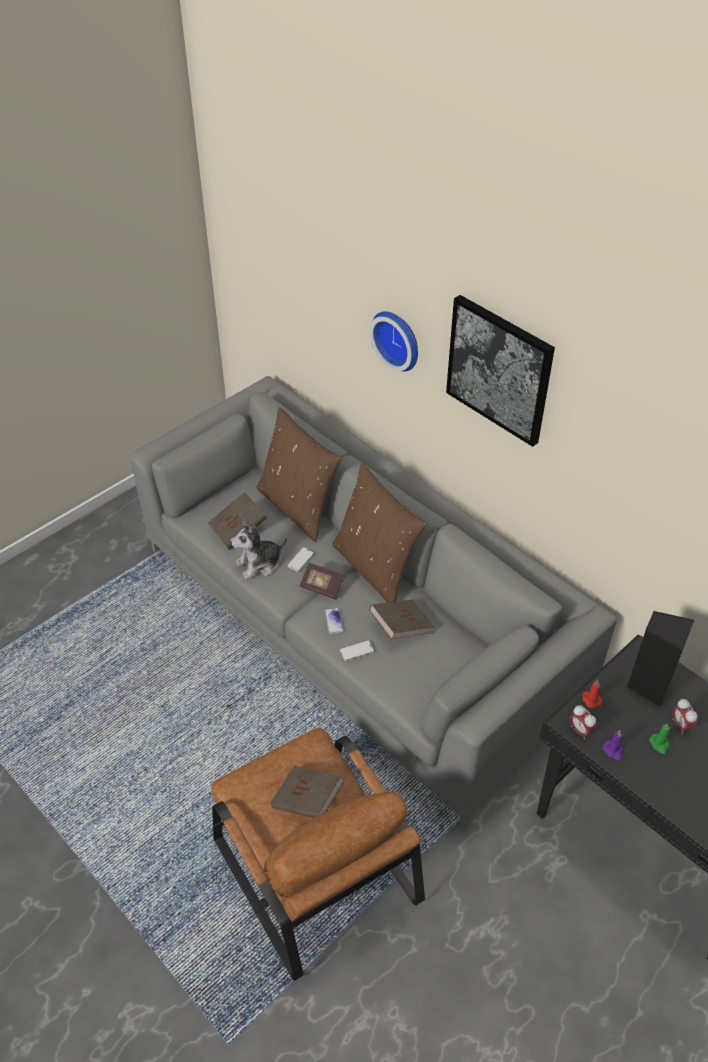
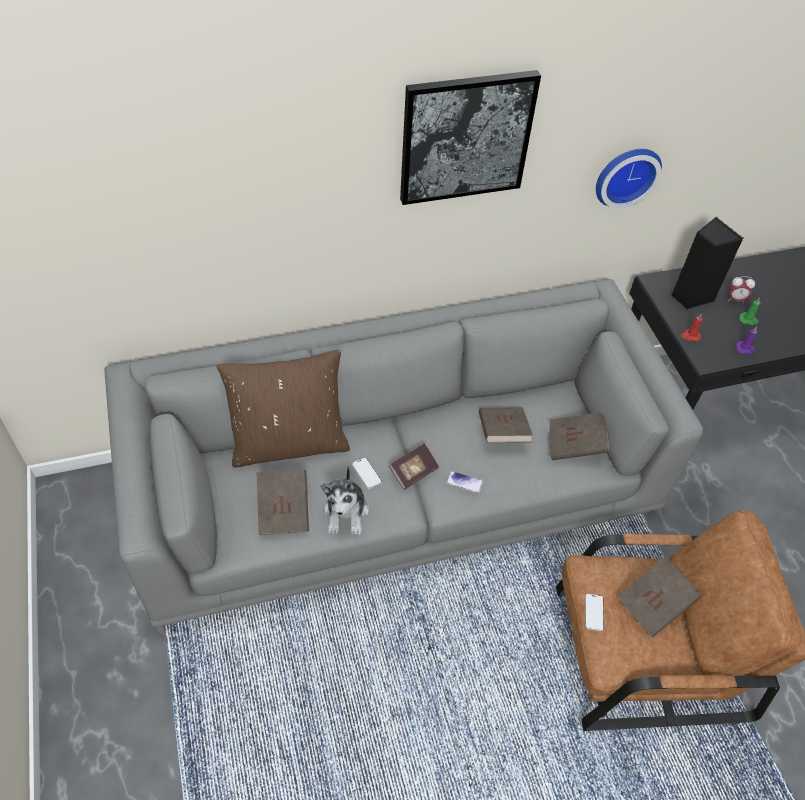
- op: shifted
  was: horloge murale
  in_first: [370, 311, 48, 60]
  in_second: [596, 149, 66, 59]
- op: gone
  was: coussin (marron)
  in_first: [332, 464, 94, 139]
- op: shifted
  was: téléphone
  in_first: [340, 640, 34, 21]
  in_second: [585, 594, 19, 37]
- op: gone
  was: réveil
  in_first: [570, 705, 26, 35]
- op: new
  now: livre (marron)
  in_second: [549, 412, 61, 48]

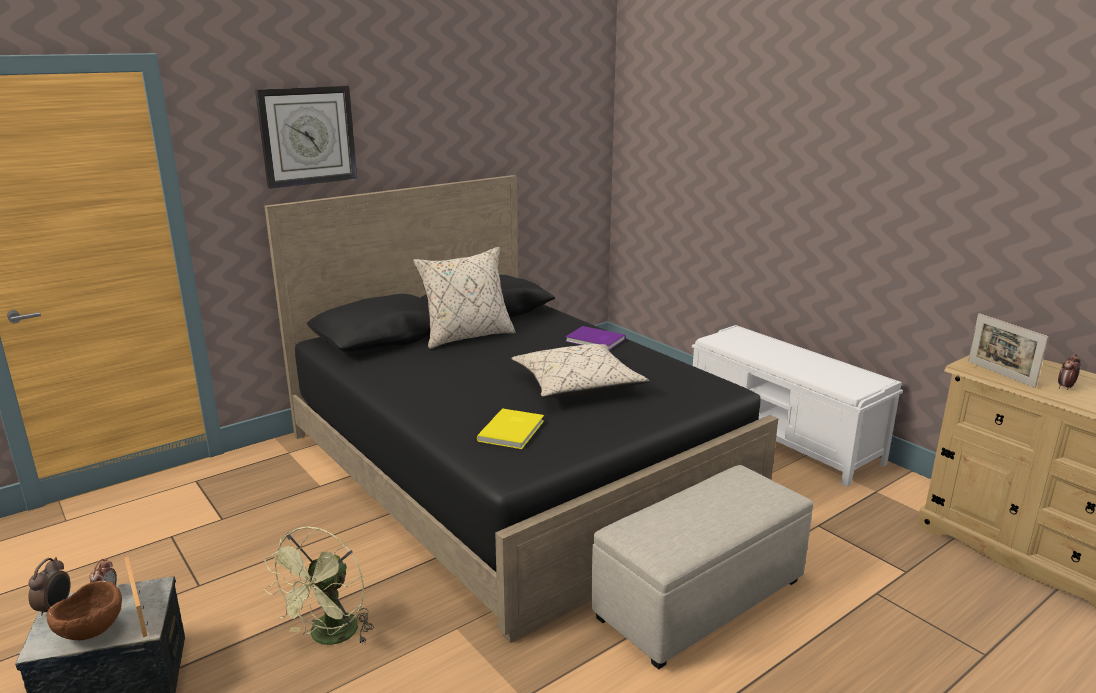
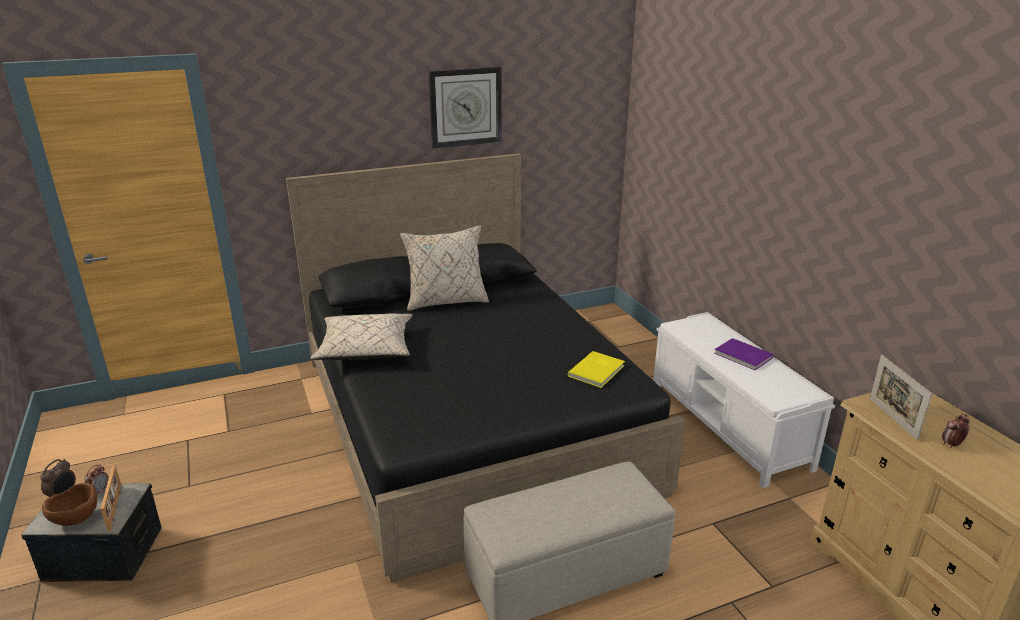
- op: shifted
  was: horloge murale
  in_first: [255, 86, 102, 103]
  in_second: [428, 67, 74, 82]
- op: shifted
  was: livre (violet)
  in_first: [565, 326, 61, 24]
  in_second: [714, 338, 59, 32]
- op: shifted
  was: coussin (beige)
  in_first: [511, 344, 138, 53]
  in_second: [310, 314, 103, 46]
- op: shifted
  was: livre (jaune)
  in_first: [477, 408, 67, 41]
  in_second: [568, 351, 57, 37]
- op: gone
  was: ventilateur (vert)
  in_first: [264, 527, 110, 118]

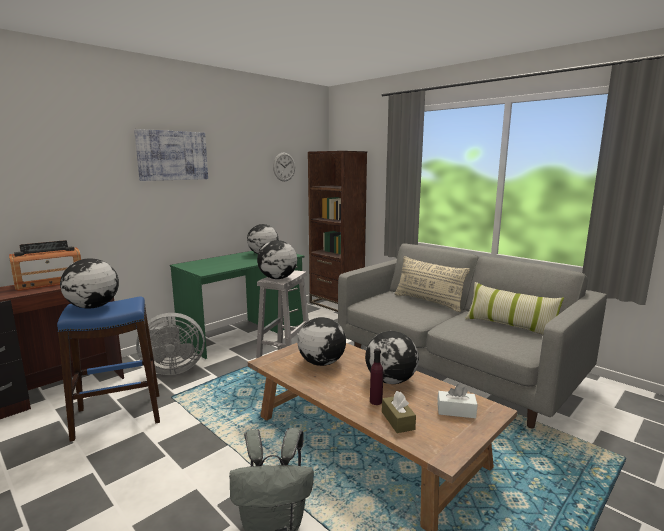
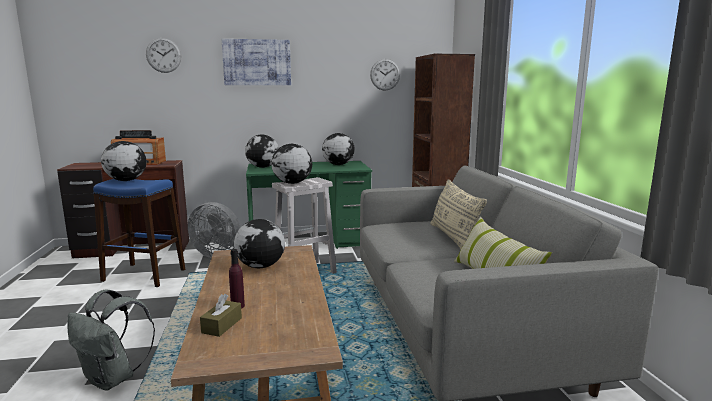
- op: shifted
  was: globe
  in_first: [365, 331, 54, 53]
  in_second: [245, 134, 34, 34]
- op: gone
  was: boîte à mouchoirs (blanc)
  in_first: [438, 384, 39, 34]
- op: new
  now: horloge murale
  in_second: [146, 38, 35, 35]

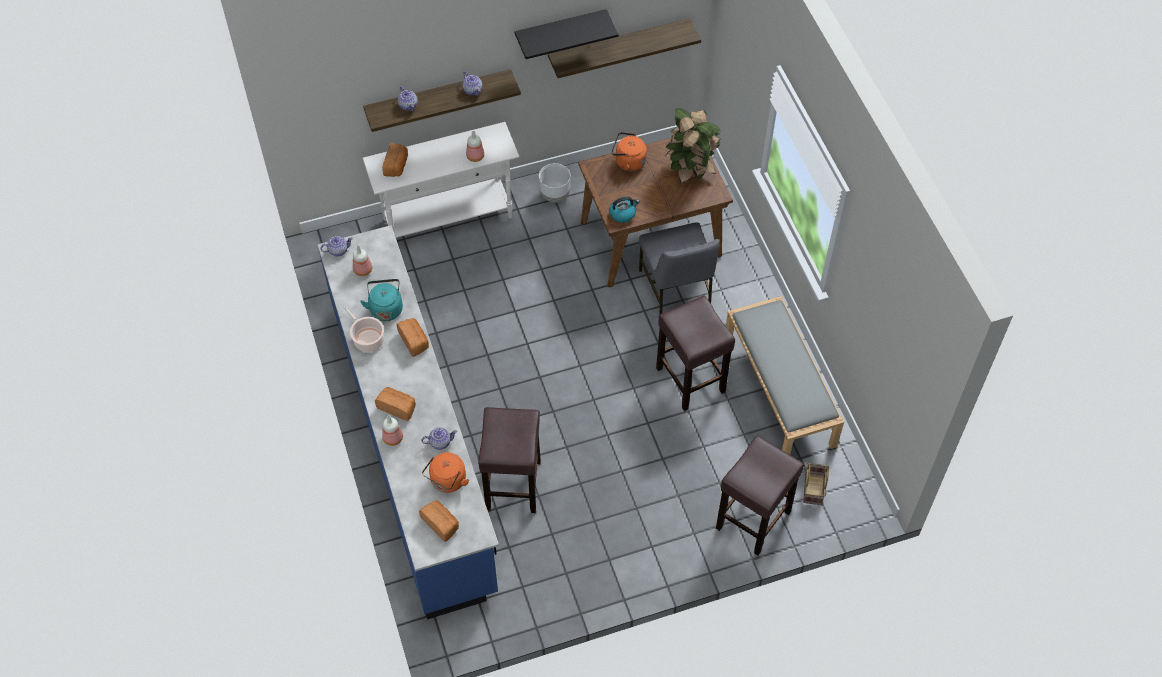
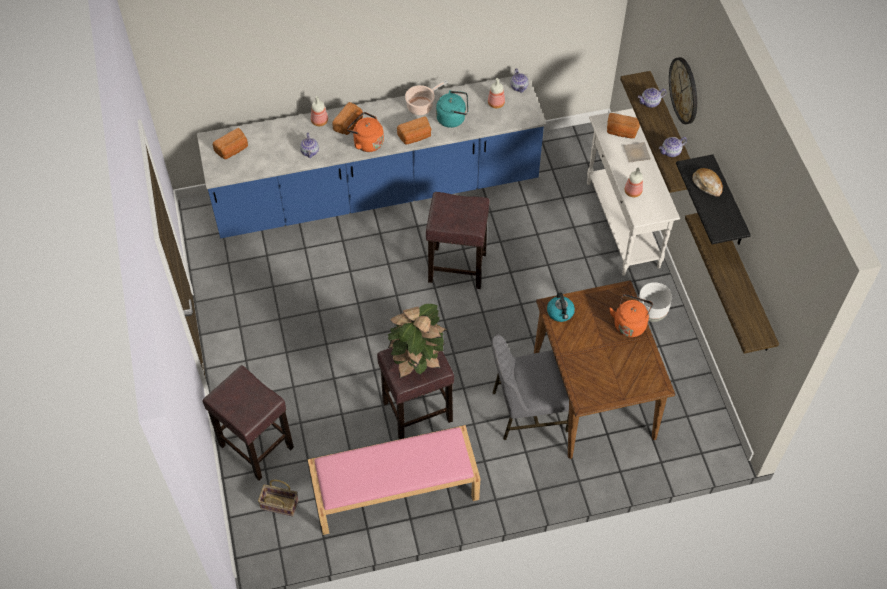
- op: shifted
  was: plante en pot
  in_first: [665, 108, 56, 75]
  in_second: [388, 304, 60, 74]
- op: repainted
  was: banc (gris)
  now: banc (rose)
  in_first: [726, 296, 118, 159]
  in_second: [308, 425, 172, 110]
- op: shifted
  was: tabouret (marron)
  in_first: [478, 407, 63, 106]
  in_second: [426, 192, 63, 97]
- op: shifted
  was: bouilloire (orange)
  in_first: [422, 452, 47, 41]
  in_second: [347, 112, 37, 40]
- op: new
  now: horloge murale
  in_second: [669, 57, 28, 67]
- op: new
  now: assiette
  in_second: [623, 142, 28, 21]
- op: new
  now: pain
  in_second: [692, 168, 31, 29]

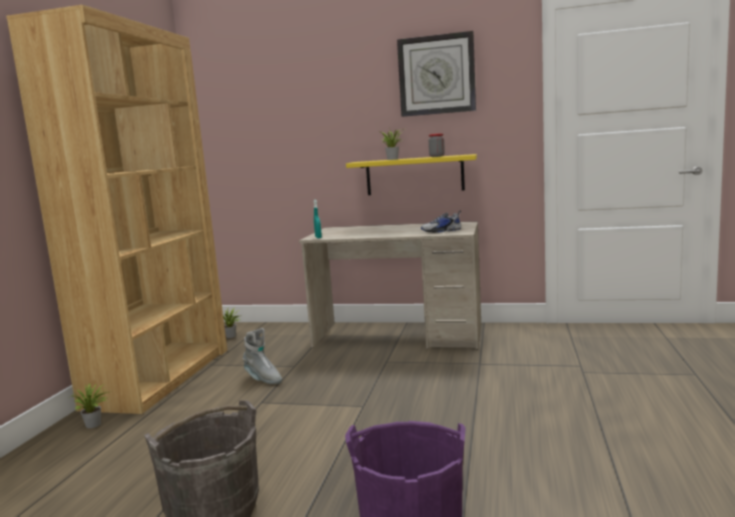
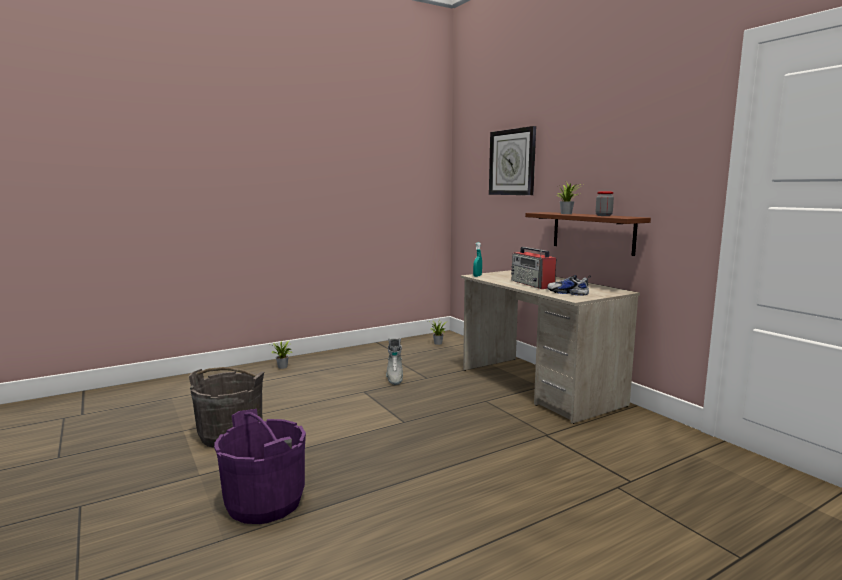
- op: gone
  was: bibliothèque (marron)
  in_first: [6, 5, 221, 409]
- op: shifted
  was: horloge murale
  in_first: [397, 31, 79, 86]
  in_second: [489, 126, 47, 69]
- op: repainted
  was: étagère (jaune)
  now: étagère (marron)
  in_first: [346, 154, 131, 41]
  in_second: [525, 212, 126, 44]
- op: new
  now: radio
  in_second: [511, 247, 45, 42]

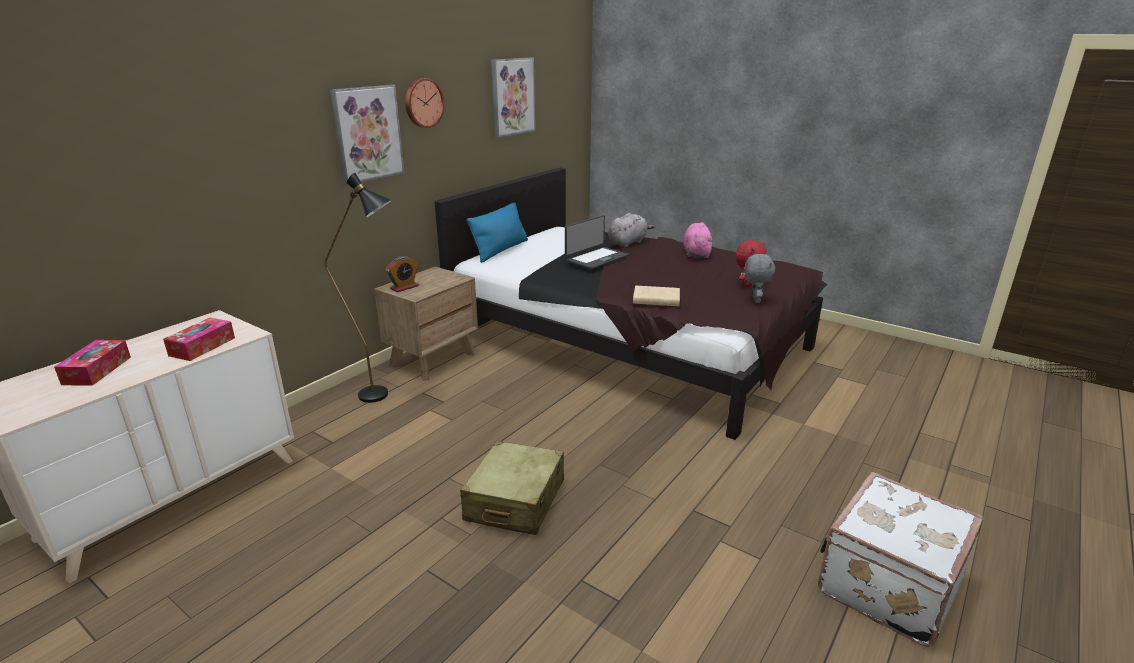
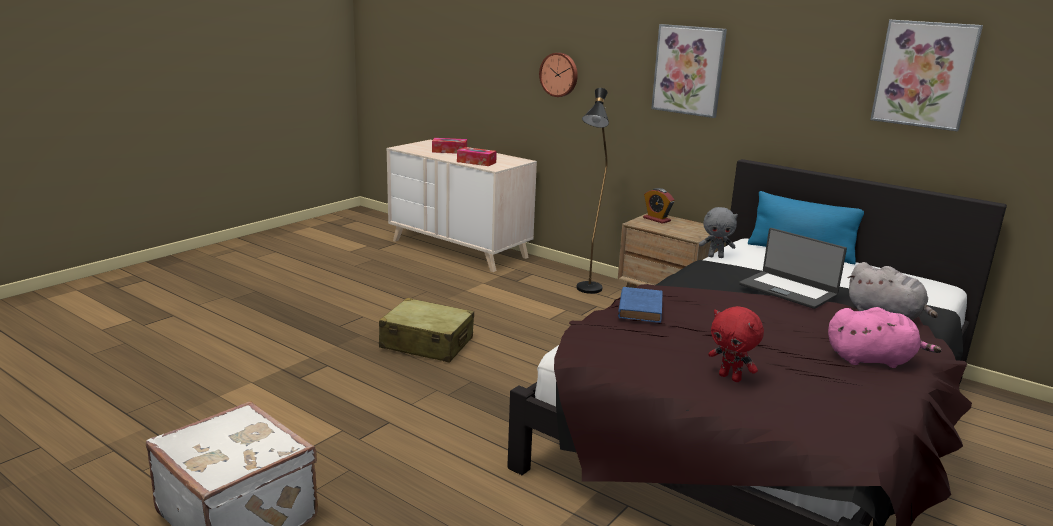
- op: shifted
  was: horloge murale
  in_first: [405, 78, 40, 50]
  in_second: [539, 53, 39, 44]
- op: shifted
  was: peluche (gris)
  in_first: [745, 253, 31, 50]
  in_second: [699, 207, 39, 51]
- op: repainted
  was: livre (beige)
  now: livre (bleu)
  in_first: [633, 286, 47, 20]
  in_second: [618, 287, 44, 36]

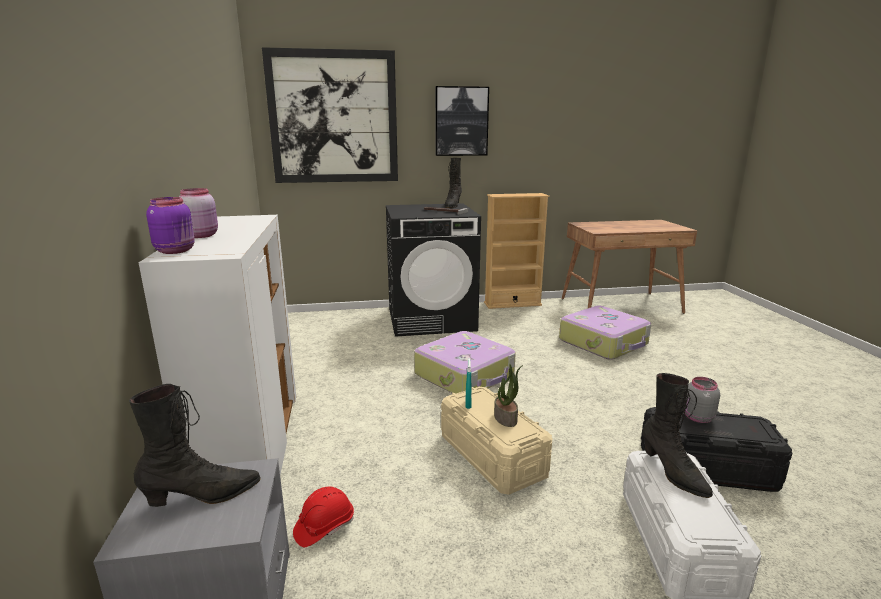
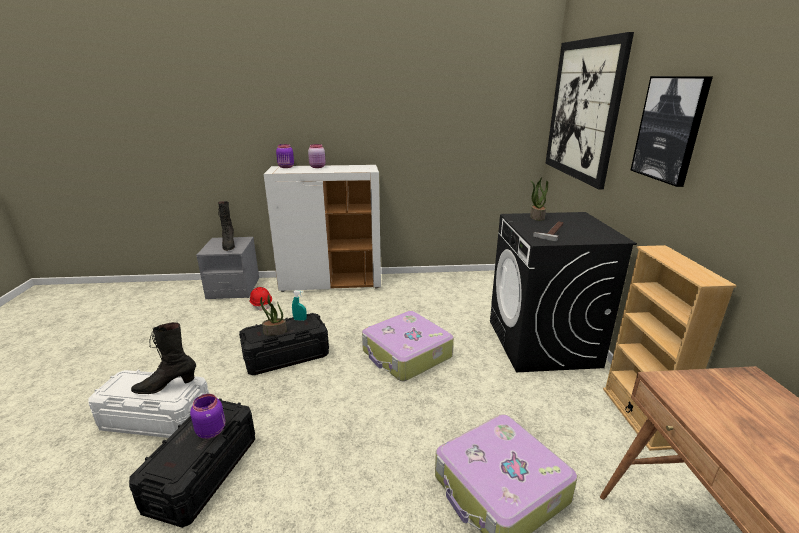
- op: gone
  was: botte (noir)
  in_first: [445, 158, 17, 50]
- op: repainted
  was: bocal (gris)
  now: bocal (violet)
  in_first: [685, 377, 35, 46]
  in_second: [190, 394, 35, 45]
- op: repainted
  was: boîte de rangement (beige)
  now: boîte de rangement (noir)
  in_first: [441, 387, 111, 108]
  in_second: [239, 313, 90, 62]
- op: new
  now: plante en pot
  in_second: [530, 177, 18, 44]

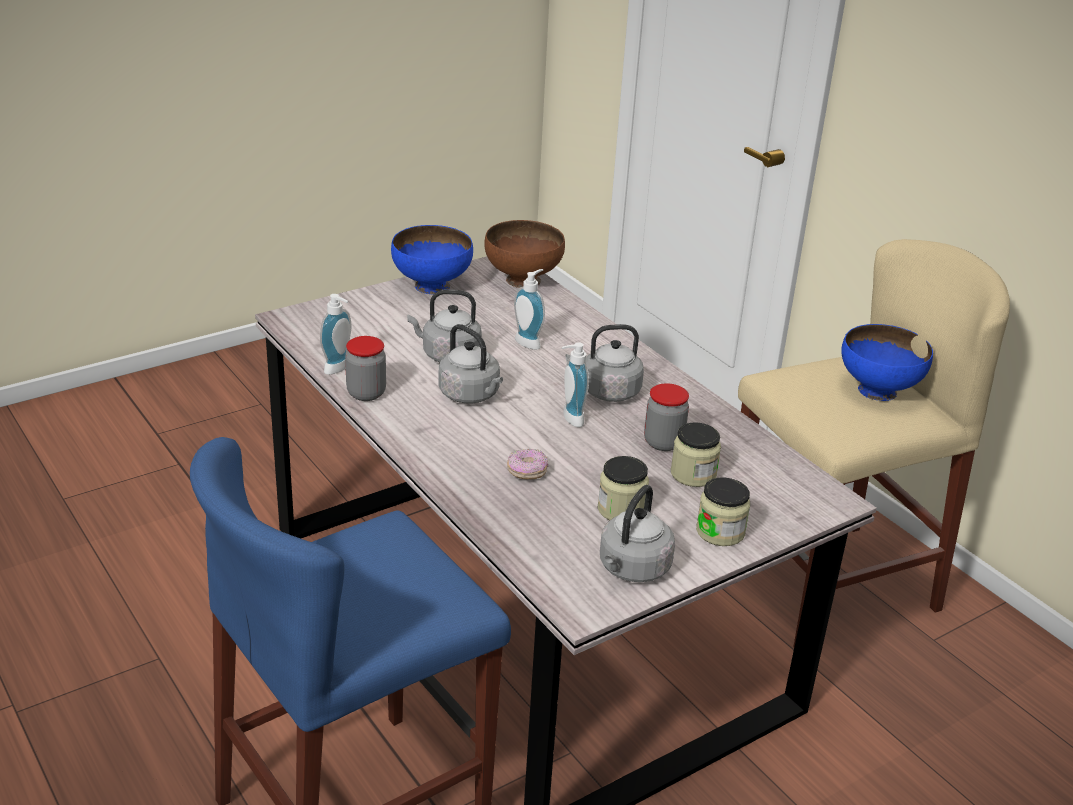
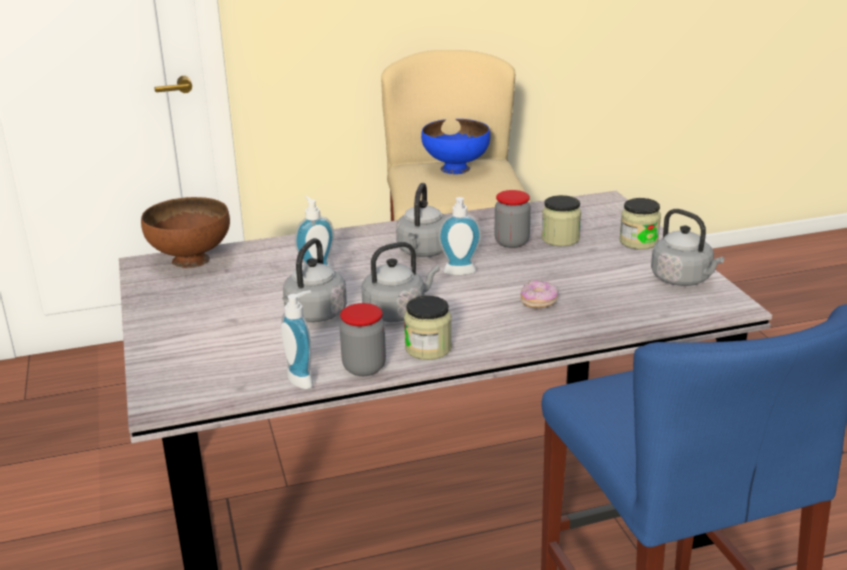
- op: gone
  was: bol (bleu)
  in_first: [391, 225, 82, 69]
- op: shifted
  was: bocal
  in_first: [598, 456, 51, 64]
  in_second: [404, 296, 48, 64]

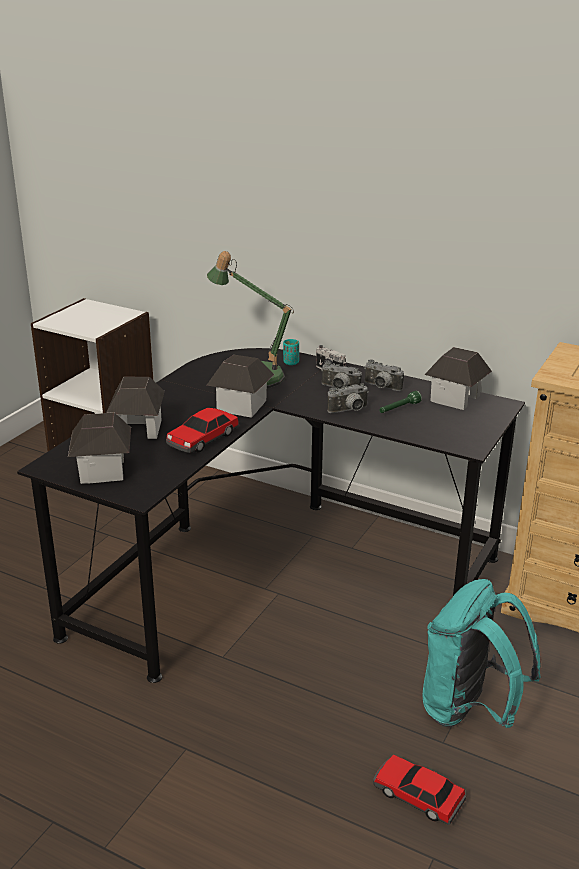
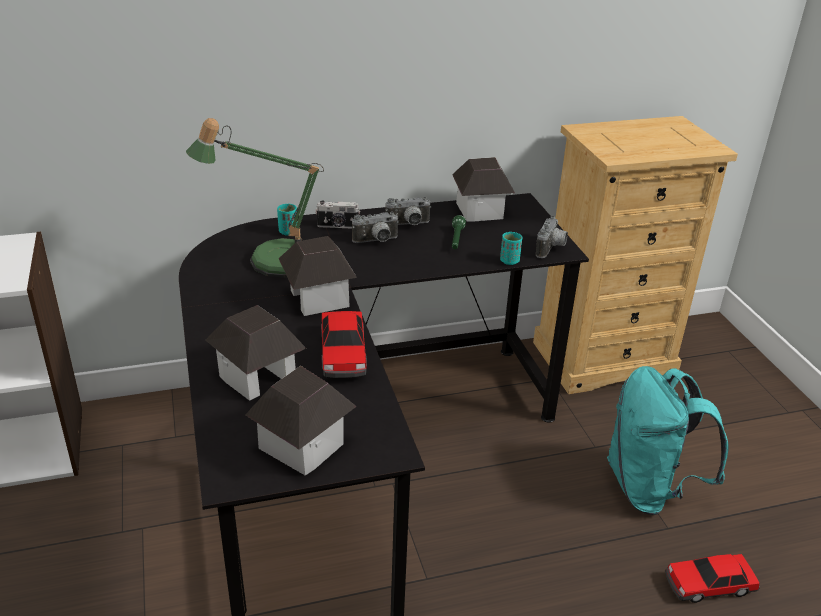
- op: shifted
  was: appareil photo
  in_first: [327, 383, 42, 30]
  in_second: [536, 216, 32, 42]
- op: new
  now: tasse (turquoise)
  in_second: [500, 232, 22, 33]

